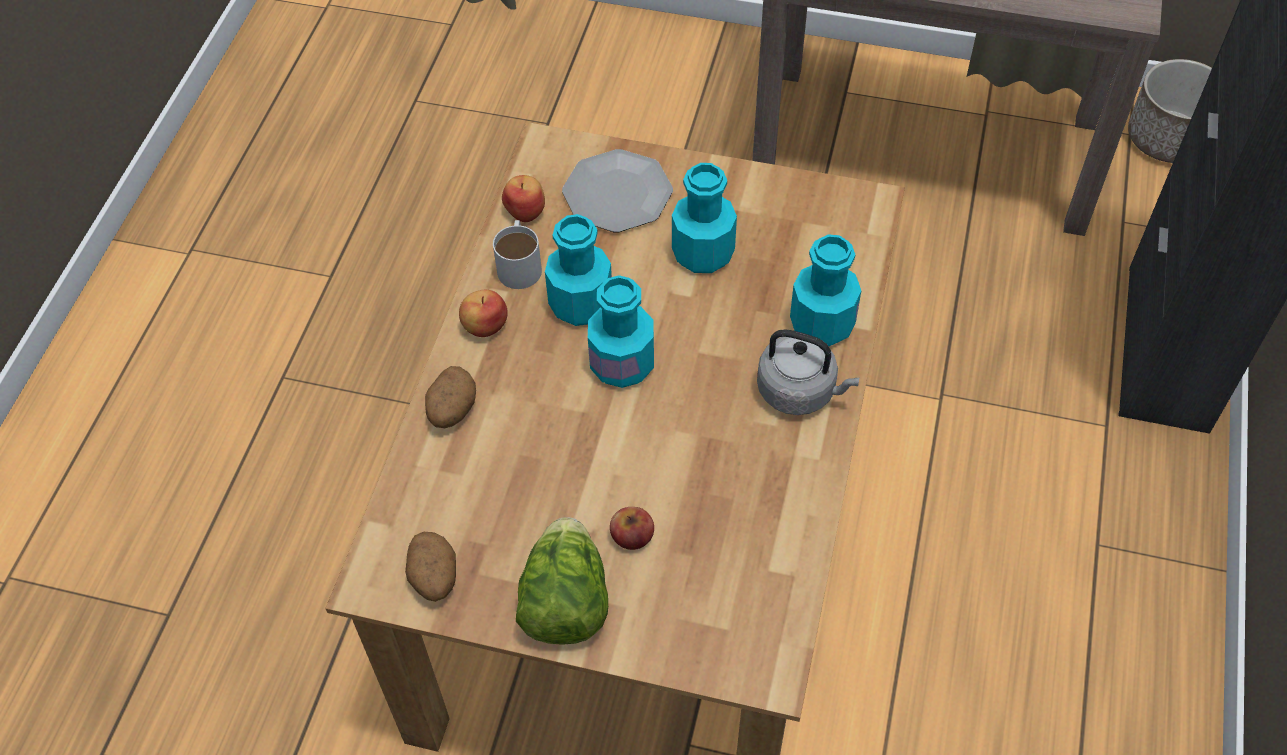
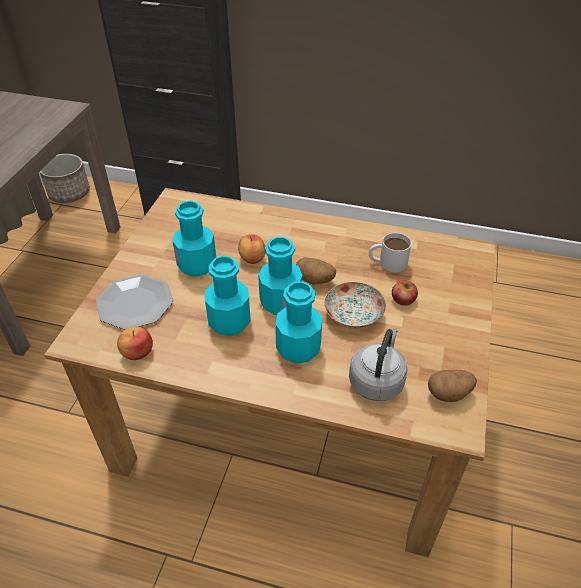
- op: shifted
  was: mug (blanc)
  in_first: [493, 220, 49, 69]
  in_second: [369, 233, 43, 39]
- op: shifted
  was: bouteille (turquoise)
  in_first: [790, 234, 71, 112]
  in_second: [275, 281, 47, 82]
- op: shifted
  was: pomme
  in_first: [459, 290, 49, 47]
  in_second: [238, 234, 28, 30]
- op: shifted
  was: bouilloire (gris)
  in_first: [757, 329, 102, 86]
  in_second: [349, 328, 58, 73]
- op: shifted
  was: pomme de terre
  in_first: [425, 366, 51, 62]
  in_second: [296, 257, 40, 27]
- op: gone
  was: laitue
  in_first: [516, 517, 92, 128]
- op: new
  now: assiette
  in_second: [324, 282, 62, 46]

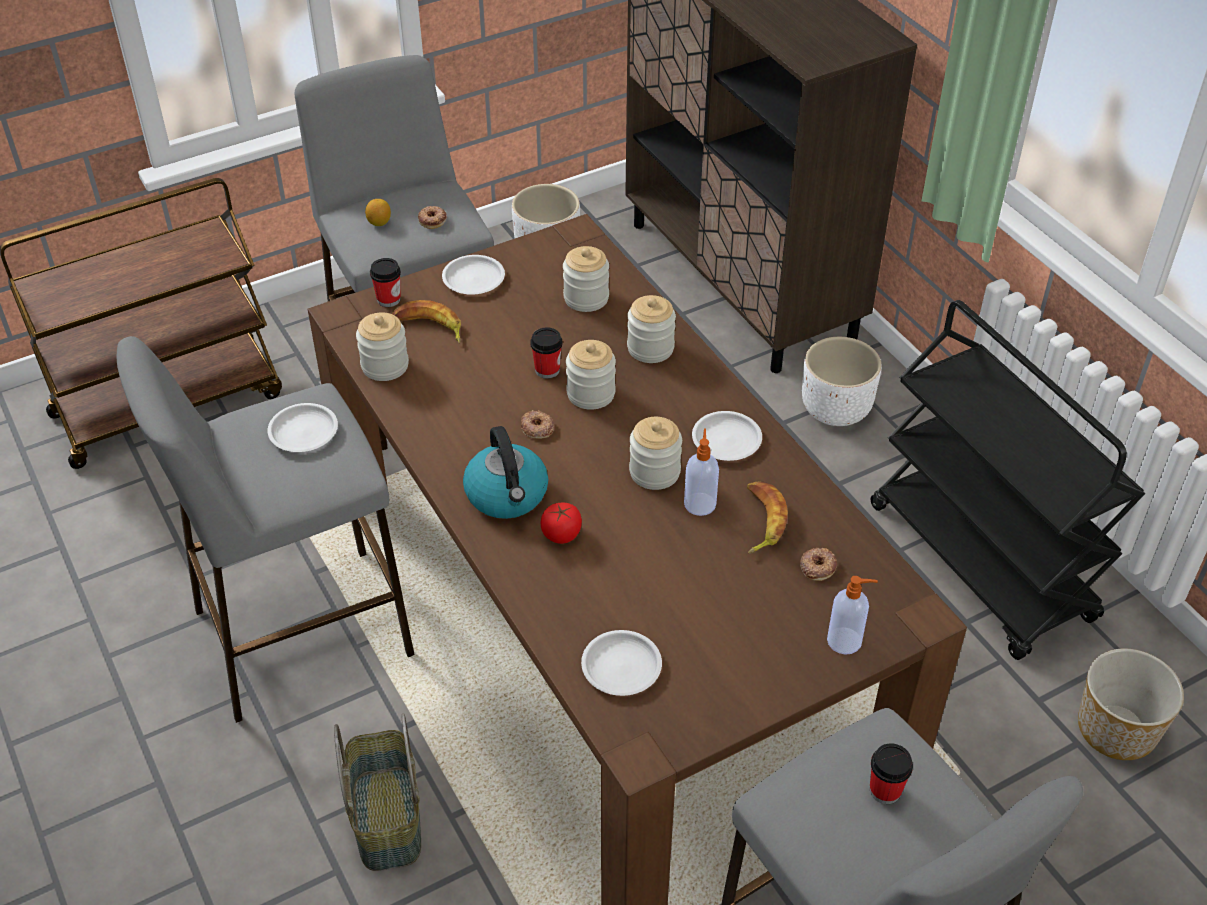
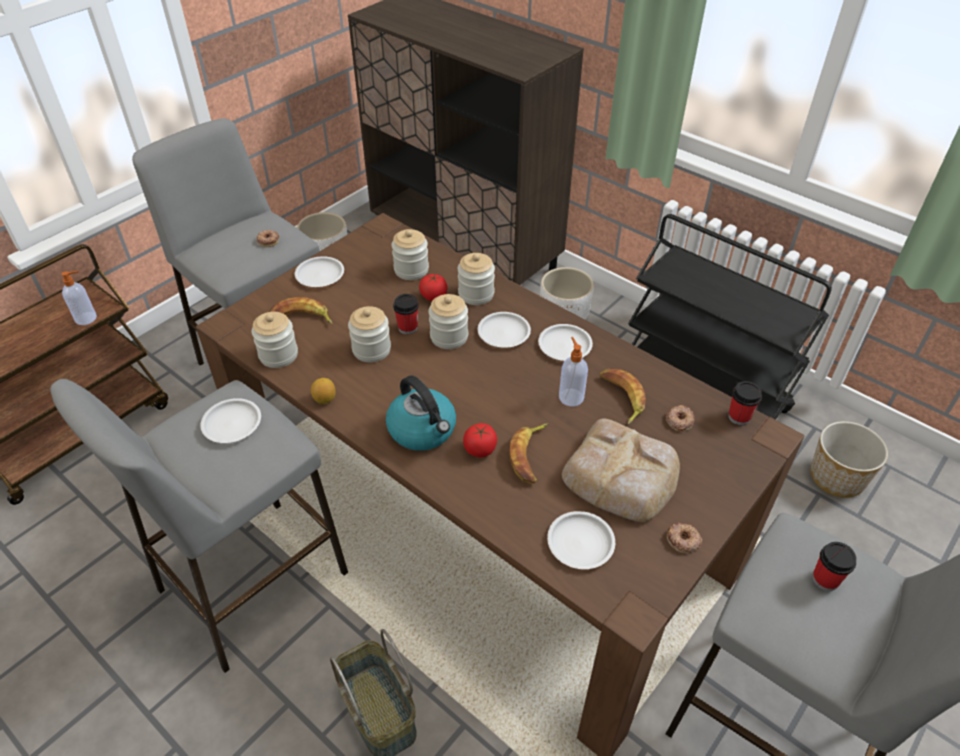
- op: shifted
  was: citron
  in_first: [365, 199, 26, 27]
  in_second: [311, 378, 24, 26]
- op: shifted
  was: tasse
  in_first: [370, 258, 31, 49]
  in_second: [728, 381, 34, 44]
- op: shifted
  was: beignet
  in_first: [521, 410, 33, 29]
  in_second: [667, 522, 35, 31]
- op: shifted
  was: bocal
  in_first: [629, 417, 53, 73]
  in_second: [348, 306, 43, 56]
- op: shifted
  was: distributeur de savon
  in_first: [827, 576, 51, 79]
  in_second: [62, 271, 35, 54]
- op: new
  now: tomate
  in_second: [419, 273, 28, 28]
- op: new
  now: assiette (blanc)
  in_second: [478, 312, 53, 36]
- op: new
  now: pain
  in_second: [562, 418, 118, 104]
- op: new
  now: banane
  in_second: [510, 423, 38, 60]

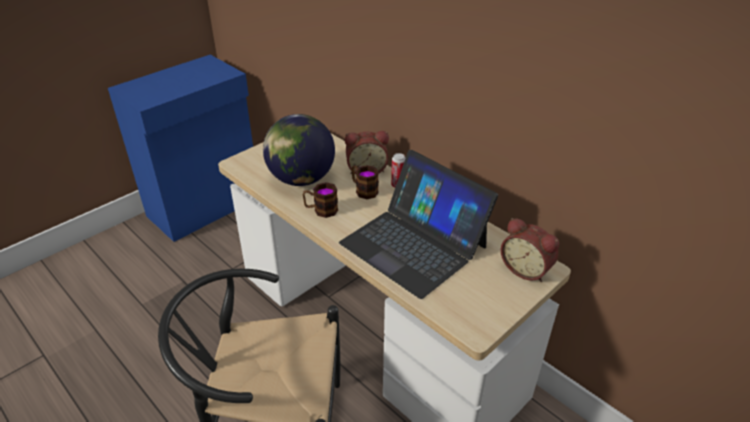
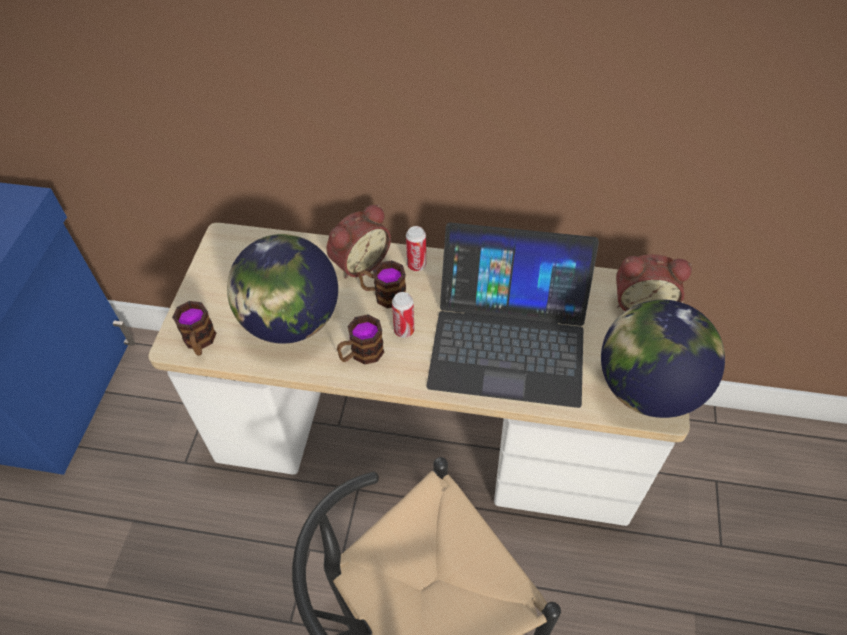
- op: new
  now: boîte métallique
  in_second: [392, 292, 22, 46]
- op: new
  now: globe
  in_second: [601, 300, 124, 118]
- op: new
  now: mug
  in_second: [172, 301, 44, 55]

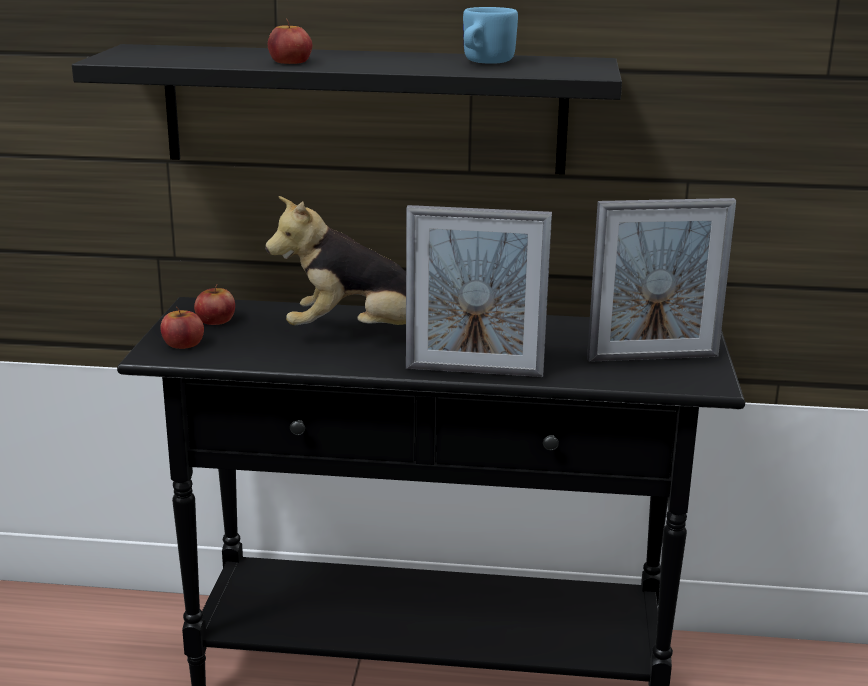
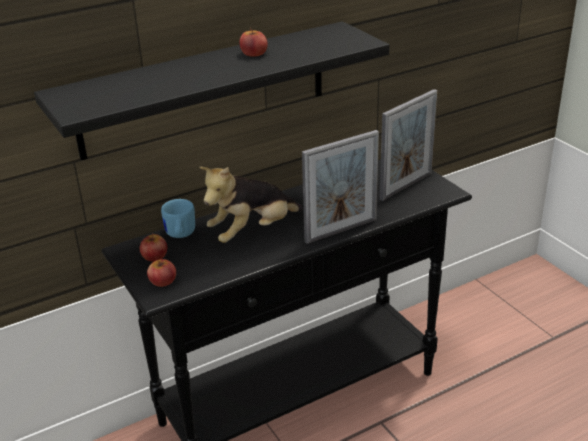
- op: shifted
  was: mug (bleu)
  in_first: [463, 7, 55, 57]
  in_second: [161, 199, 34, 39]
- op: shifted
  was: pomme
  in_first: [268, 18, 44, 46]
  in_second: [239, 28, 29, 29]

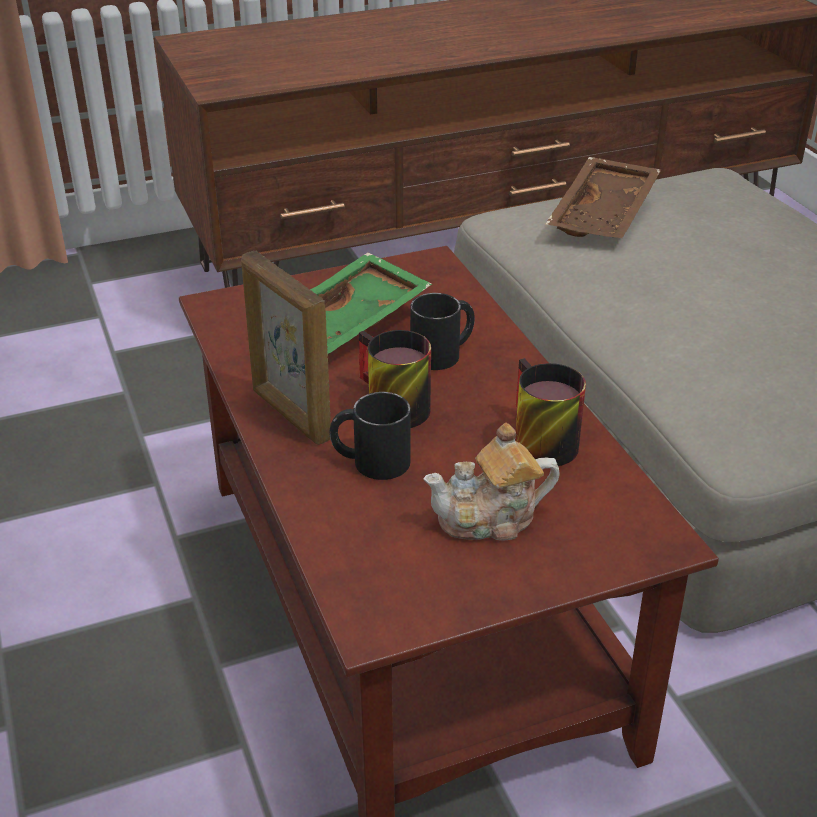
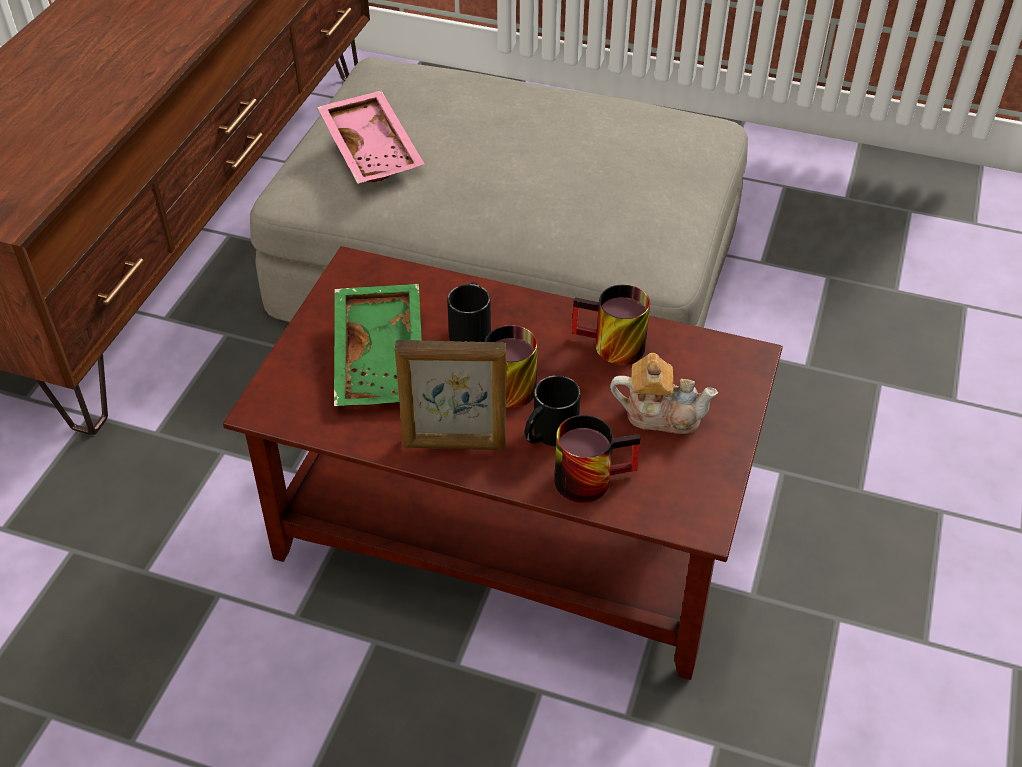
- op: repainted
  was: plateau (marron)
  now: plateau (rose)
  in_first: [546, 157, 115, 81]
  in_second: [317, 90, 108, 94]
- op: rotated
  was: théière
  in_first: [423, 423, 137, 117]
  in_second: [610, 353, 108, 81]
  clockwise: -105
- op: new
  now: mug
  in_second: [555, 415, 86, 88]

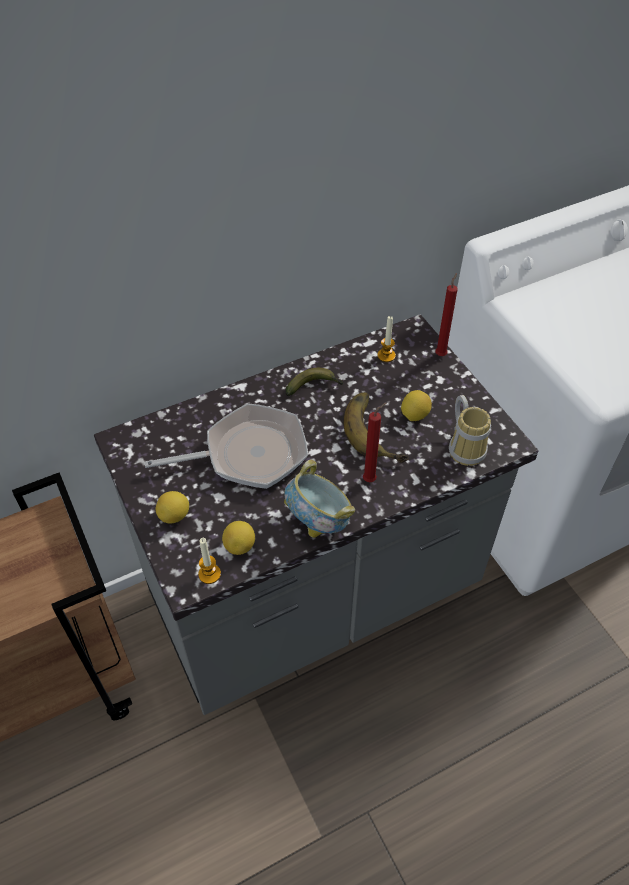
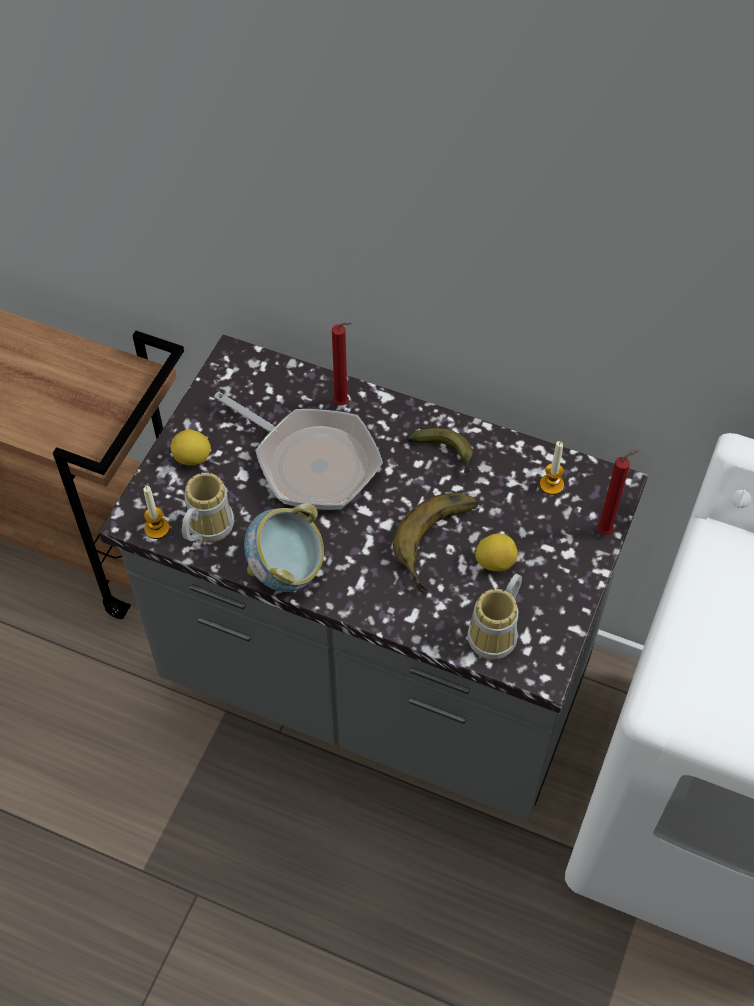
- op: shifted
  was: bougie (rouge)
  in_first: [363, 403, 23, 79]
  in_second: [332, 322, 20, 84]
- op: swapped
  was: citron
  now: mug
  in_first: [222, 521, 33, 34]
  in_second: [182, 473, 52, 76]

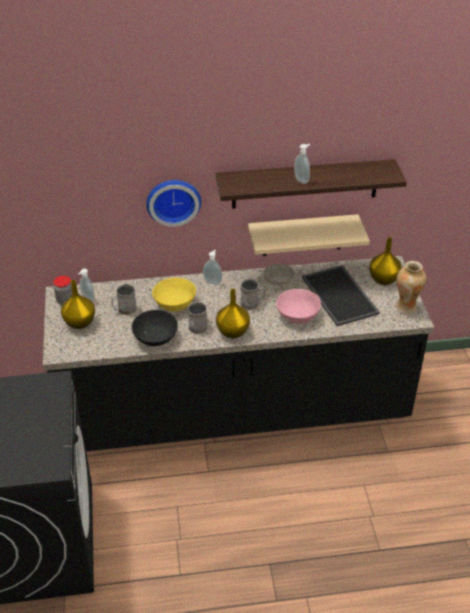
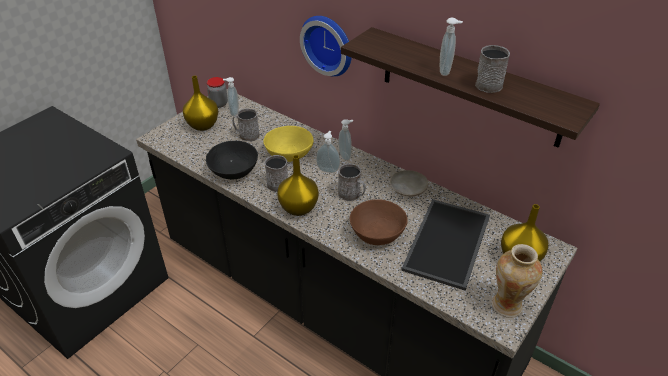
- op: gone
  was: étagère (beige)
  in_first: [248, 214, 122, 42]
- op: repainted
  was: bol (rose)
  now: bol (marron)
  in_first: [276, 289, 45, 35]
  in_second: [350, 199, 58, 46]
- op: new
  now: mug (gris)
  in_second: [475, 45, 35, 48]
- op: new
  now: distributeur de savon
  in_second: [316, 131, 24, 42]

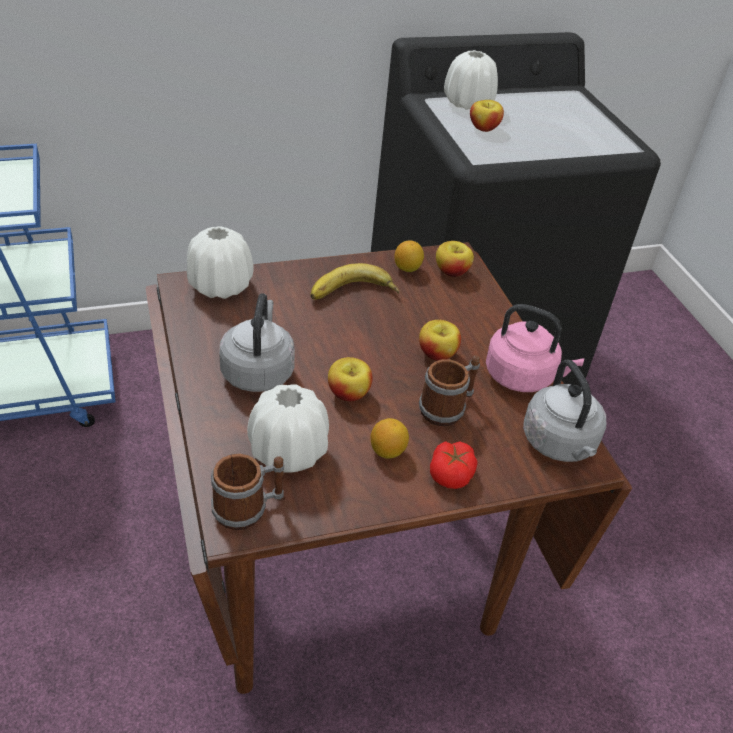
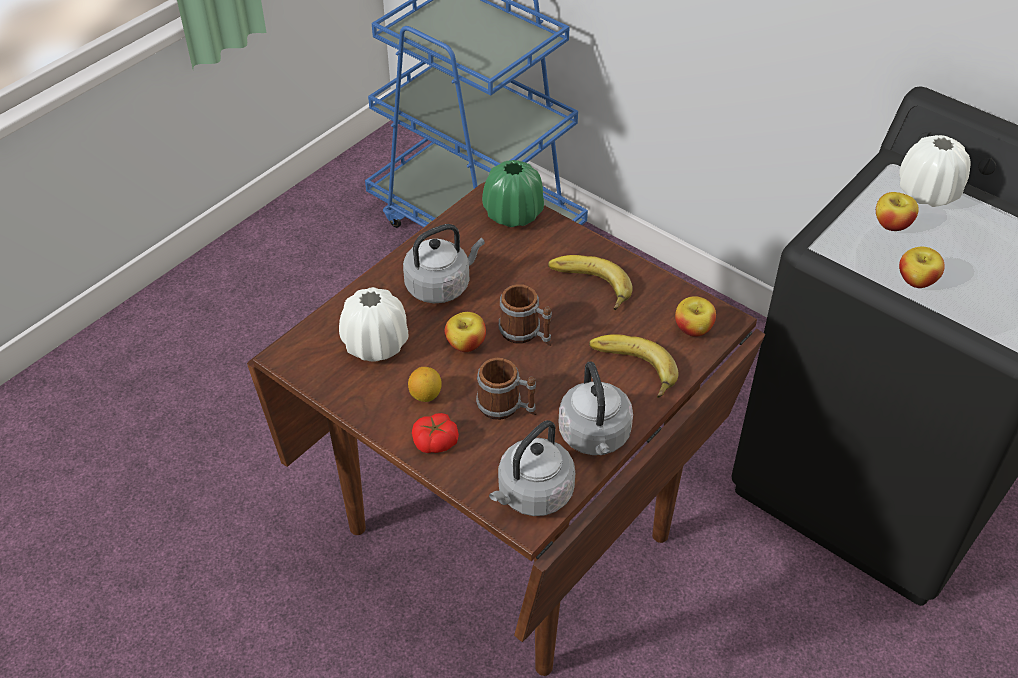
- op: repainted
  was: vase (blanc)
  now: vase (vert)
  in_first: [187, 226, 67, 73]
  in_second: [482, 160, 62, 67]
- op: gone
  was: citron
  in_first: [394, 240, 30, 32]
- op: repainted
  was: bouilloire (rose)
  now: bouilloire (gris)
  in_first: [486, 304, 98, 88]
  in_second: [559, 361, 74, 94]
- op: shifted
  was: pomme
  in_first: [419, 320, 42, 41]
  in_second: [899, 247, 46, 41]
- op: shifted
  was: mug
  in_first: [211, 454, 74, 76]
  in_second: [499, 284, 53, 62]
- op: new
  now: banane
  in_second: [589, 334, 89, 64]

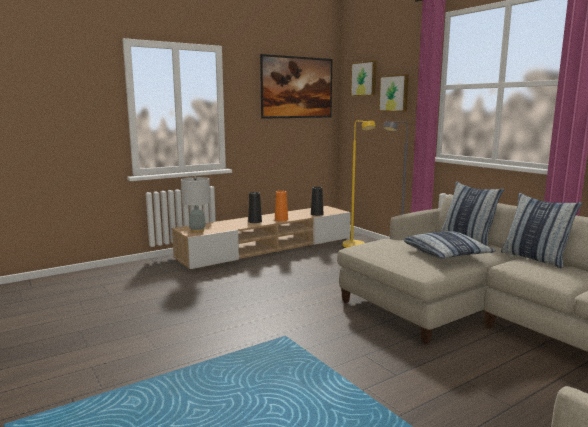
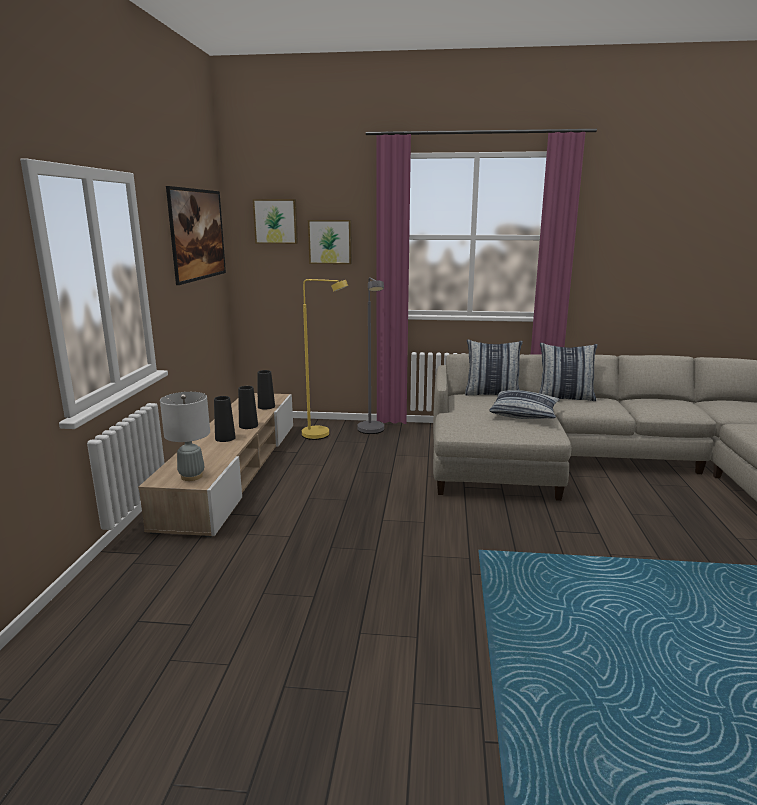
- op: repainted
  was: vase (orange)
  now: vase (noir)
  in_first: [275, 191, 13, 30]
  in_second: [238, 386, 20, 43]

